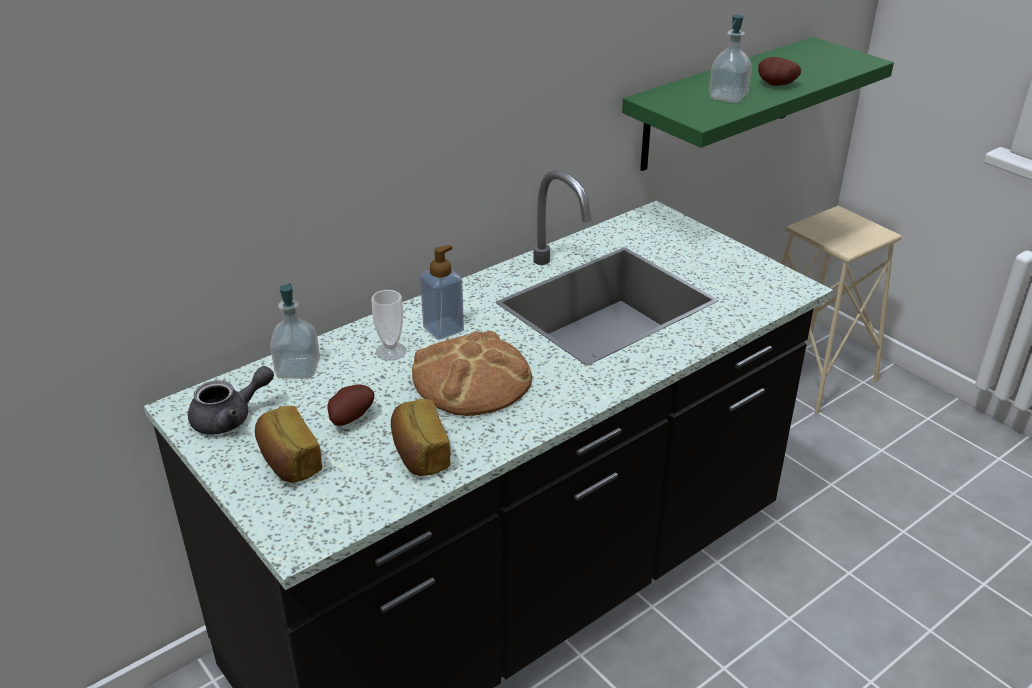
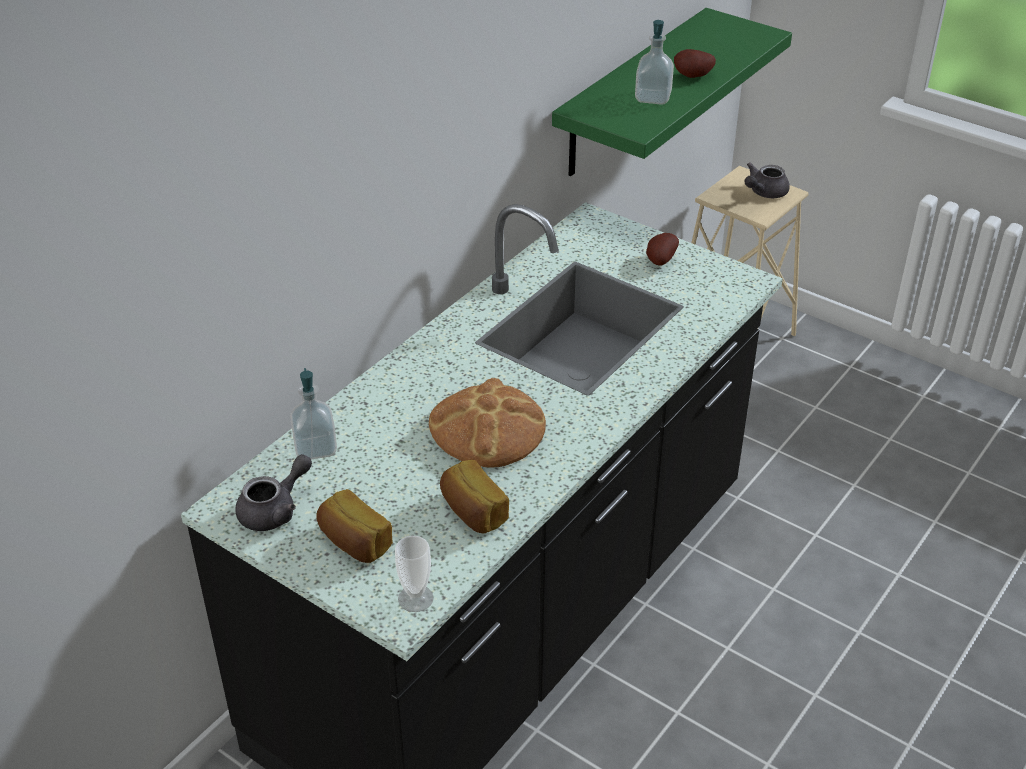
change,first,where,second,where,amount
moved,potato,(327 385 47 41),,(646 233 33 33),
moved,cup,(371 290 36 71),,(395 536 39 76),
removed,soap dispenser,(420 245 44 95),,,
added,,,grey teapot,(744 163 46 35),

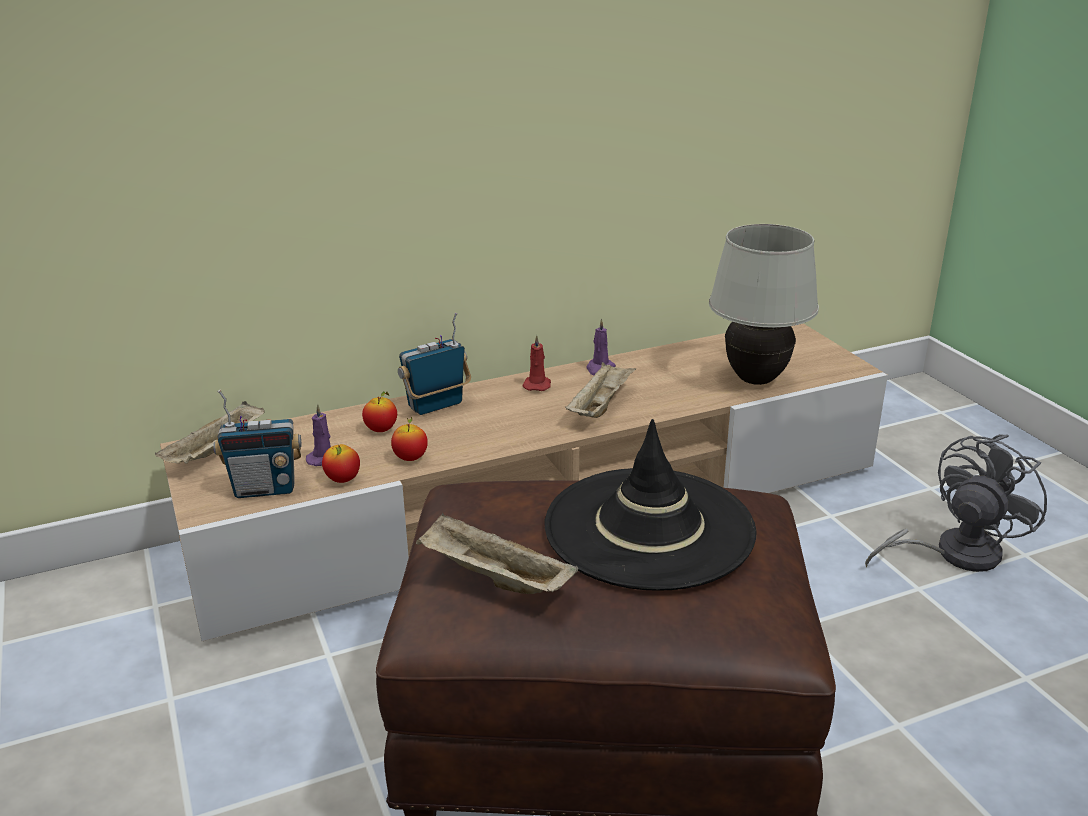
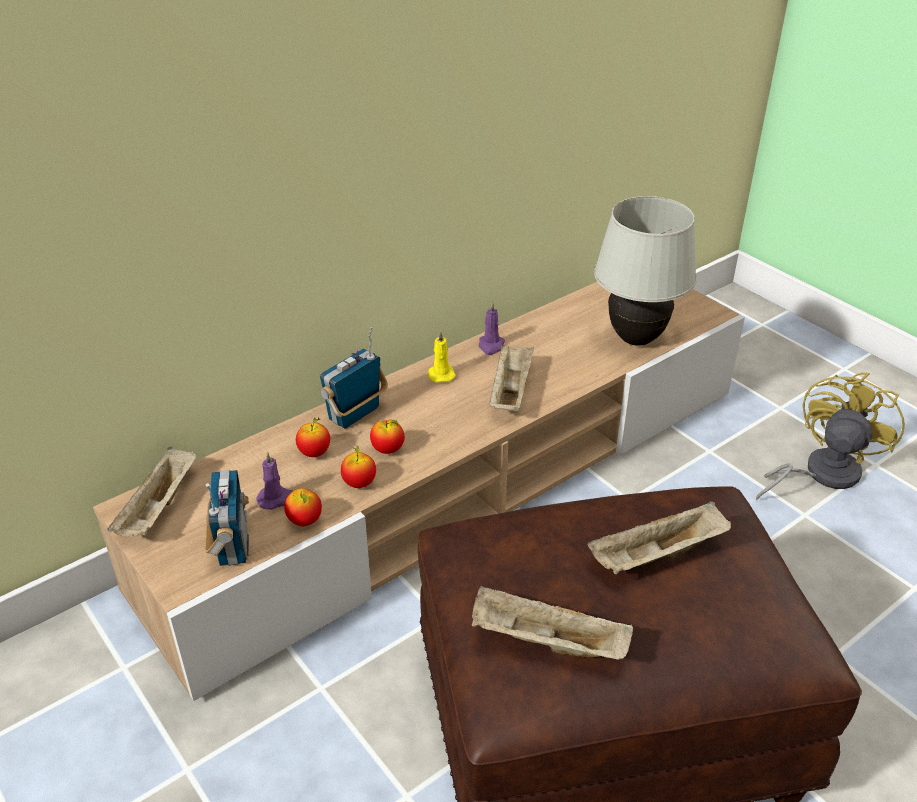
change,first,where,second,where,amount
turned,radio,(214 390 88 108),,(205 470 44 96),75 degrees counterclockwise
recoloured,red candle,(522 335 29 56),yellow candle,(428 331 28 52),
replaced,black hat,(545 419 212 172),beige tray,(588 501 143 73),
recoloured,grey fan,(865 434 182 138),yellow fan,(756 372 149 128),
added,,,apple,(370 420 35 34),

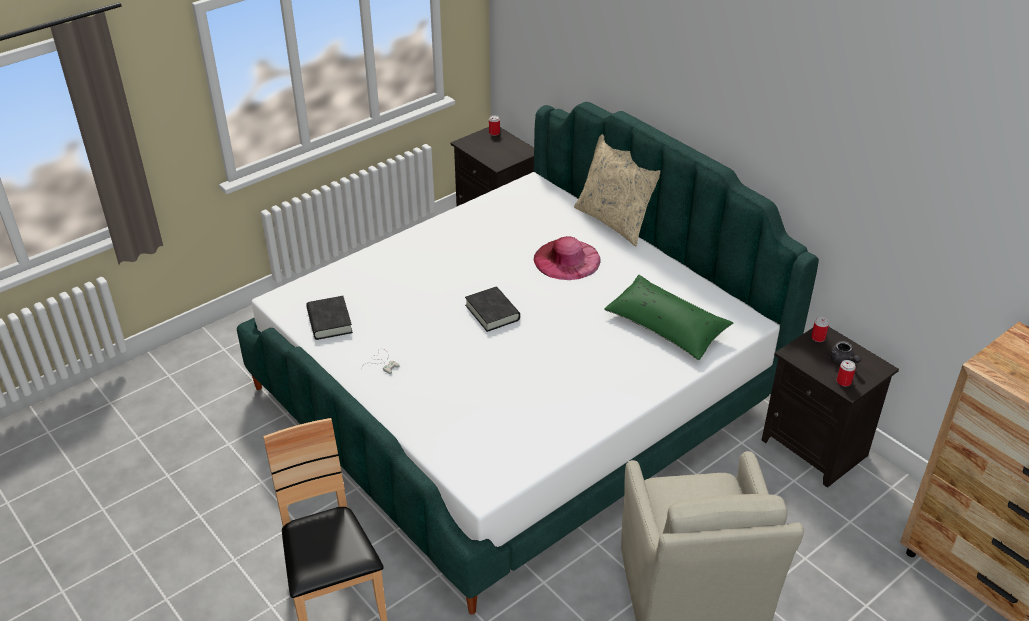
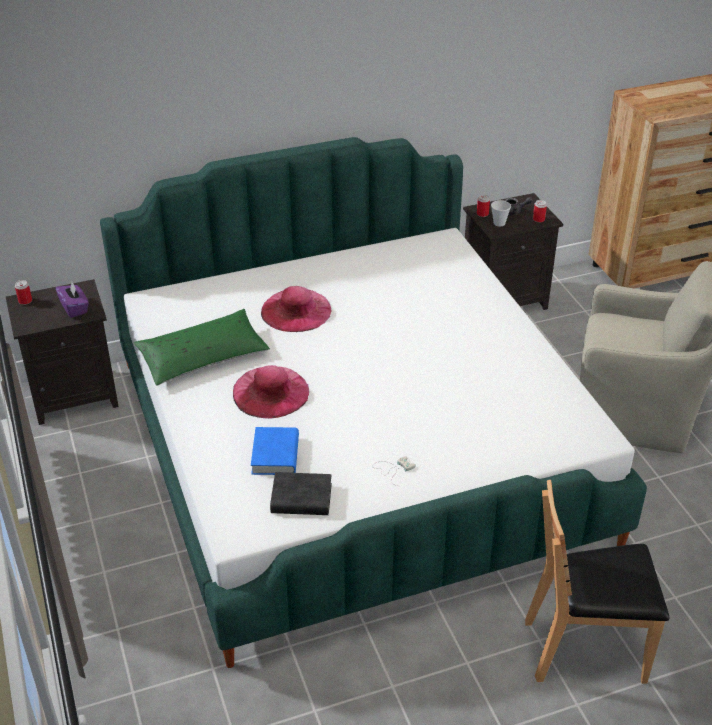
change,first,where,second,where,amount
removed,black book,(465 287 55 45),,,
removed,beige pillow,(574 134 86 112),,,
moved,green pillow,(604 275 129 85),,(133 309 137 77),
added,,,purple tissue box,(56 283 33 35),
added,,,pink hat,(233 365 76 54),
added,,,blue book,(251 427 48 48),
added,,,cup,(491 200 20 26),

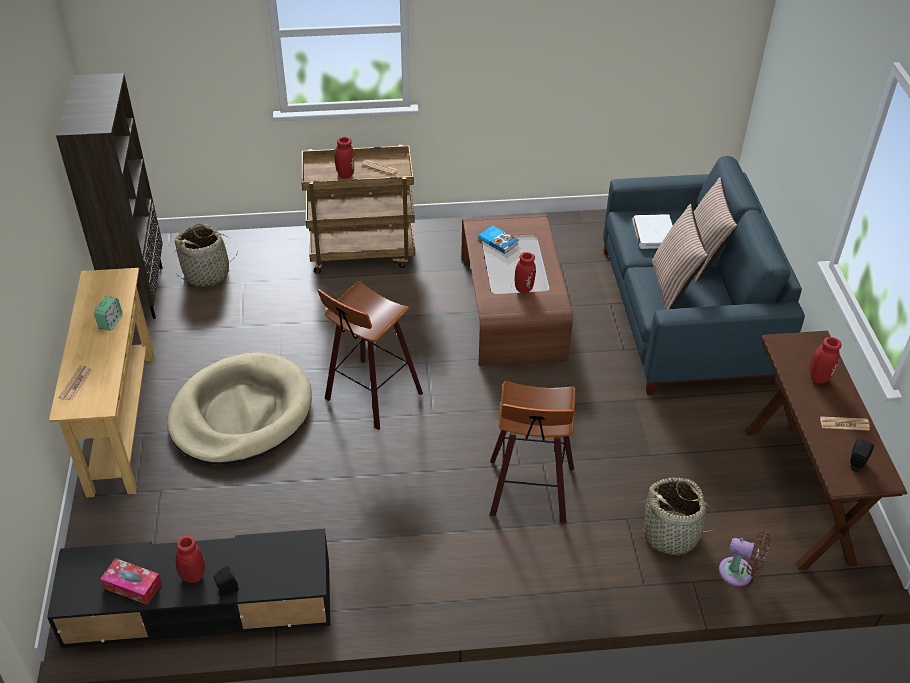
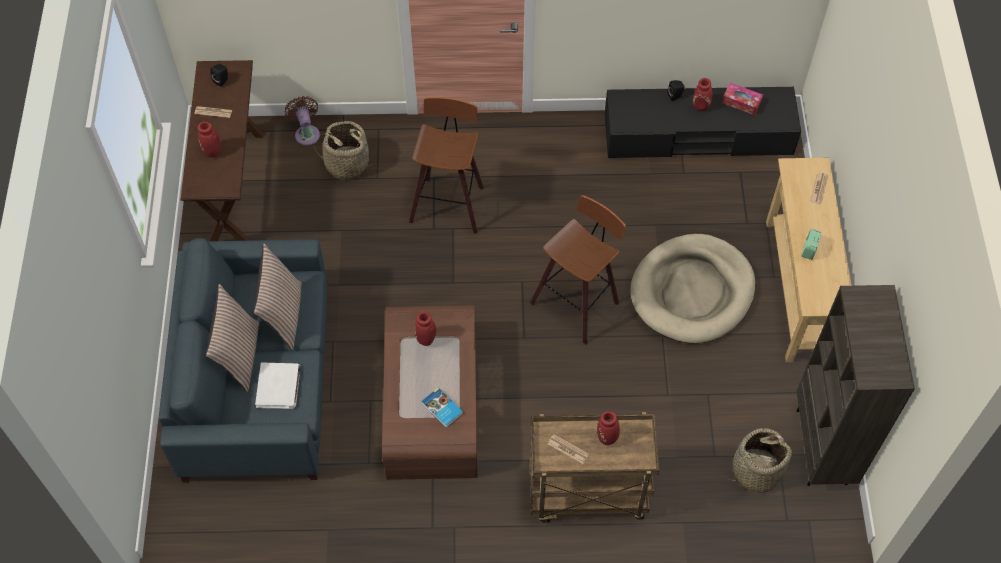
change,first,where,second,where,amount
turned,brown fan,(719 531 52 55),,(285 96 35 50),45 degrees clockwise

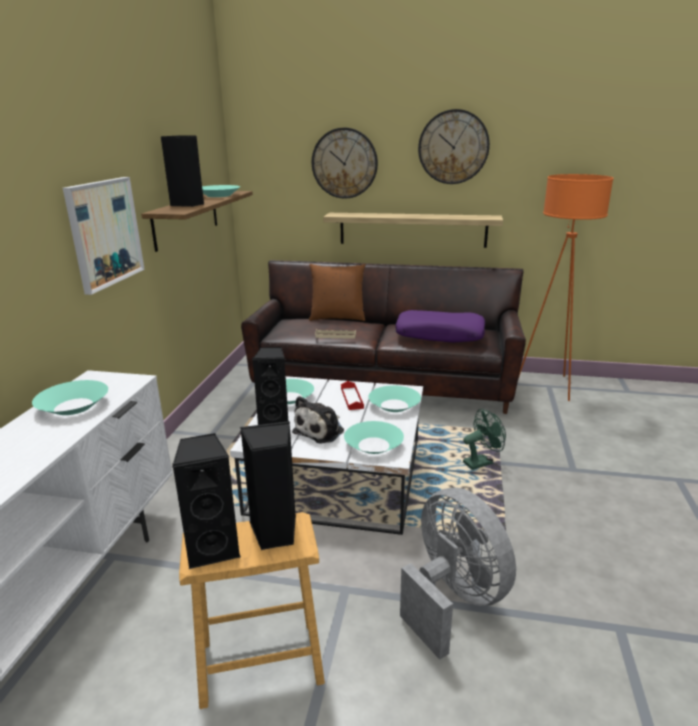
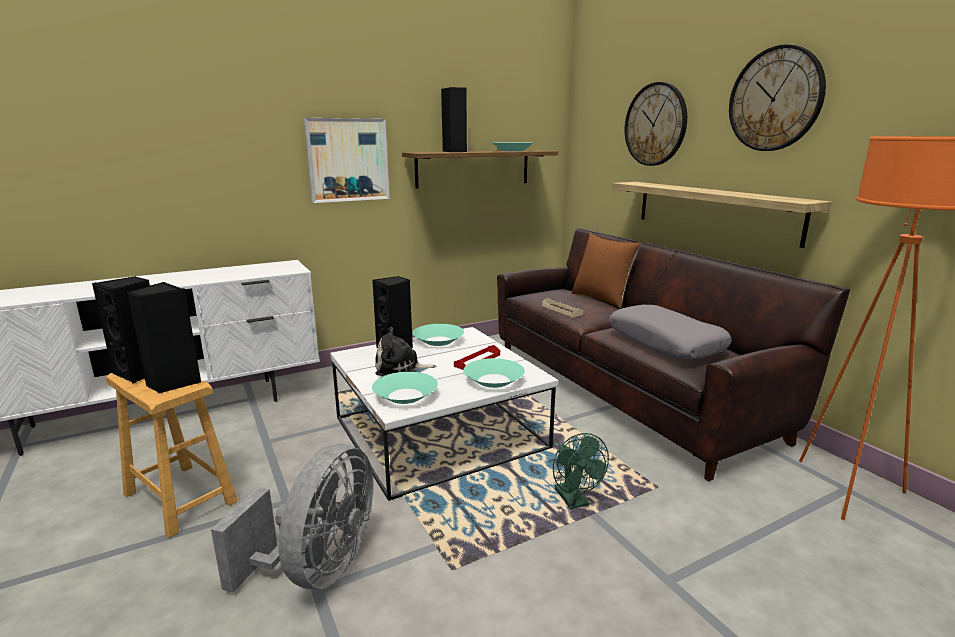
change,first,where,second,where,amount
removed,turquoise bowl,(32 380 76 35),,,
recoloured,purple pillow,(395 310 90 33),grey pillow,(609 305 123 54),
turned,green fan,(463 409 43 61),,(553 433 56 76),45 degrees clockwise

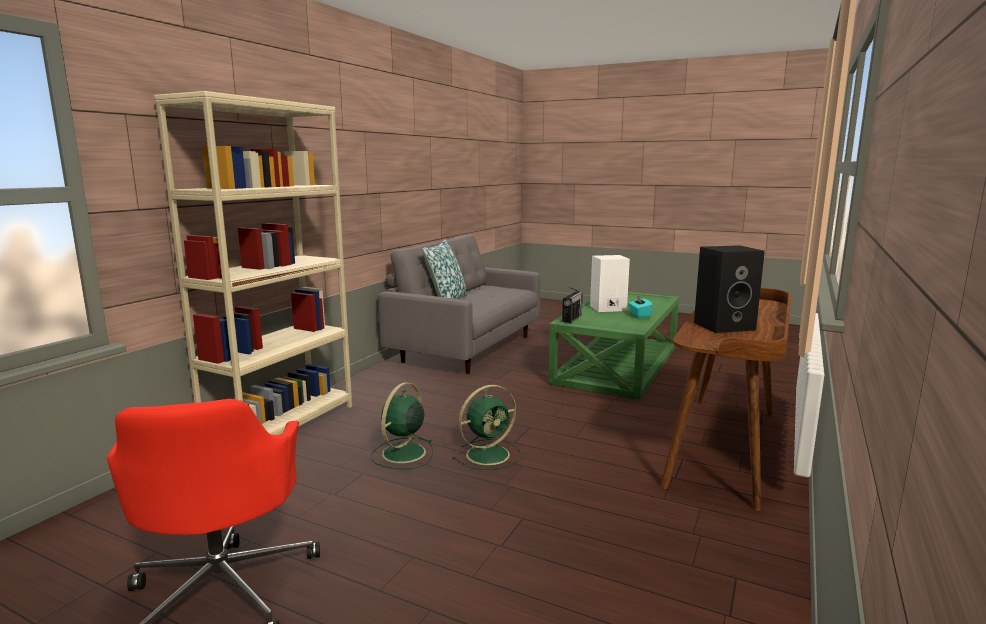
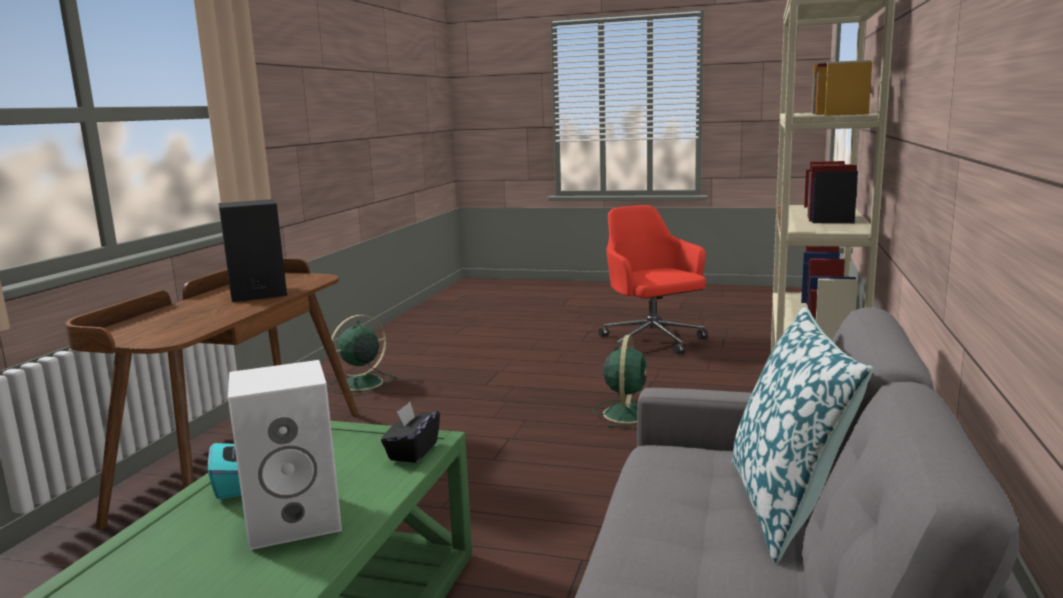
change,first,where,second,where,amount
moved,green fan,(453 385 68 85),,(330 315 66 81),
replaced,radio,(562 287 21 36),black tissue box,(381 402 59 61),

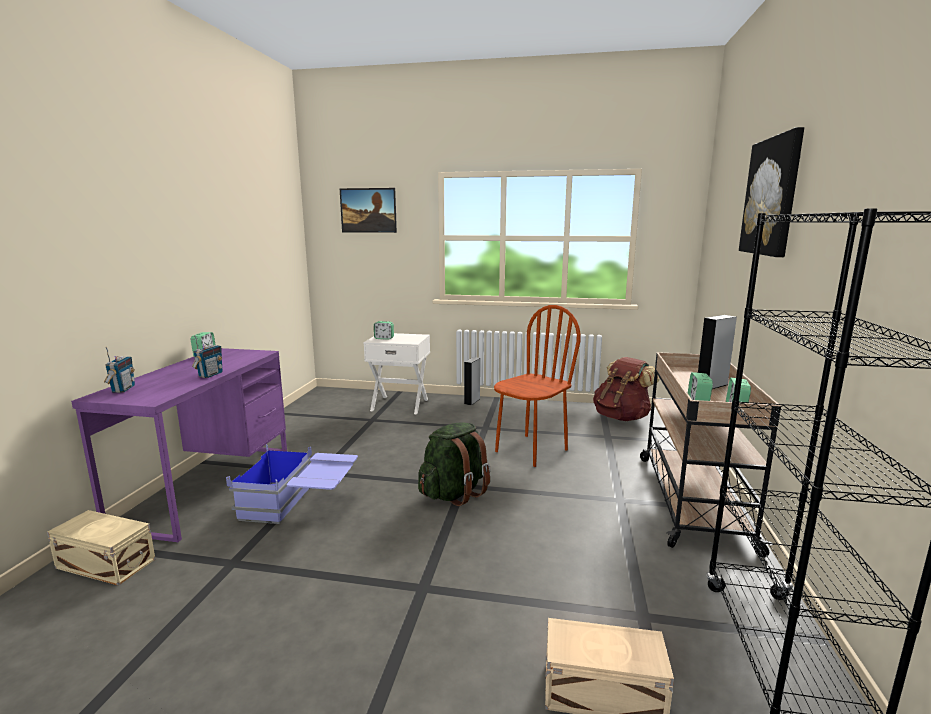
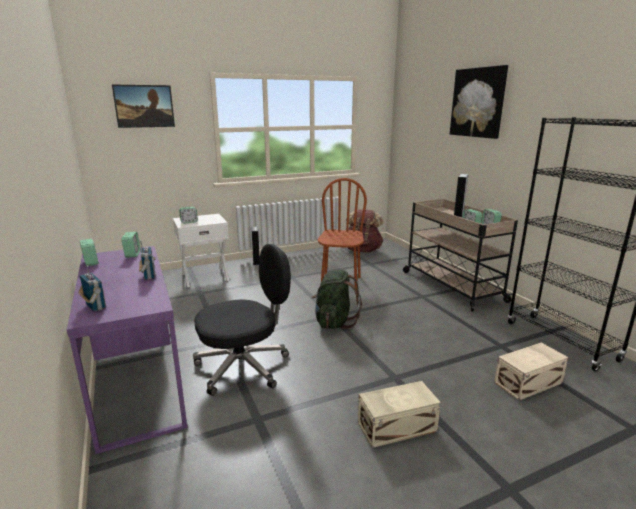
change,first,where,second,where,amount
moved,beige storage box,(47 510 108 76),,(358 381 83 67),
replaced,blue storage box,(226 444 132 80),black office chair,(193 244 98 152),
added,,,alarm clock,(122 232 19 26),

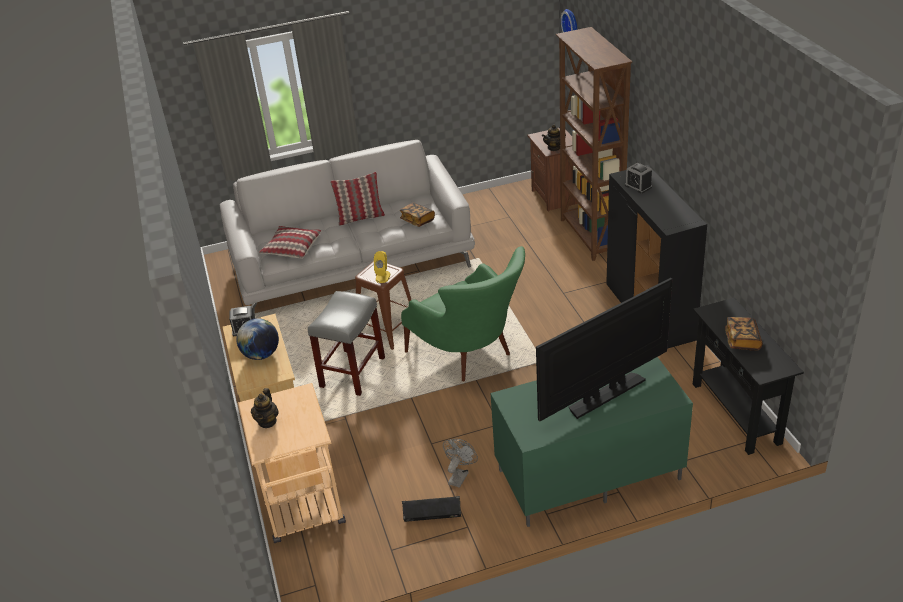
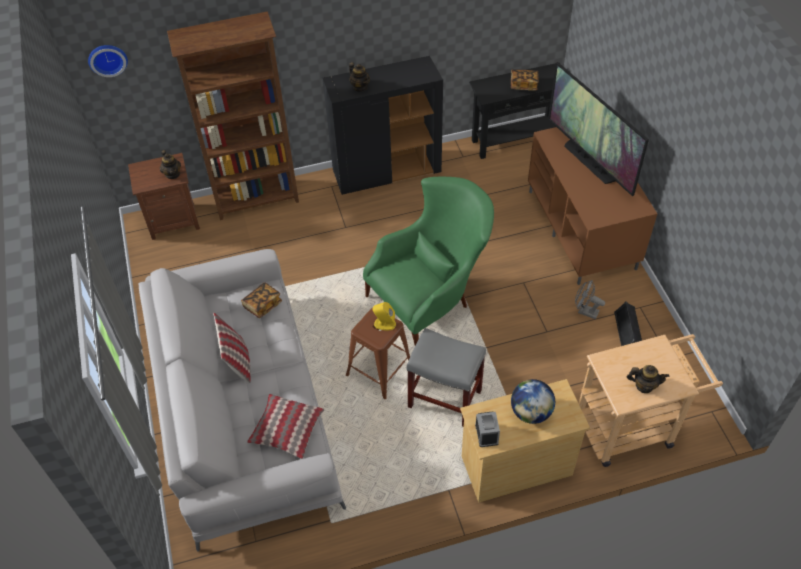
change,first,where,second,where,amount
recoloured,green tv stand,(490 357 203 170),brown tv stand,(528 127 129 158),
replaced,alarm clock,(625 162 27 32),teapot,(349 62 21 30),

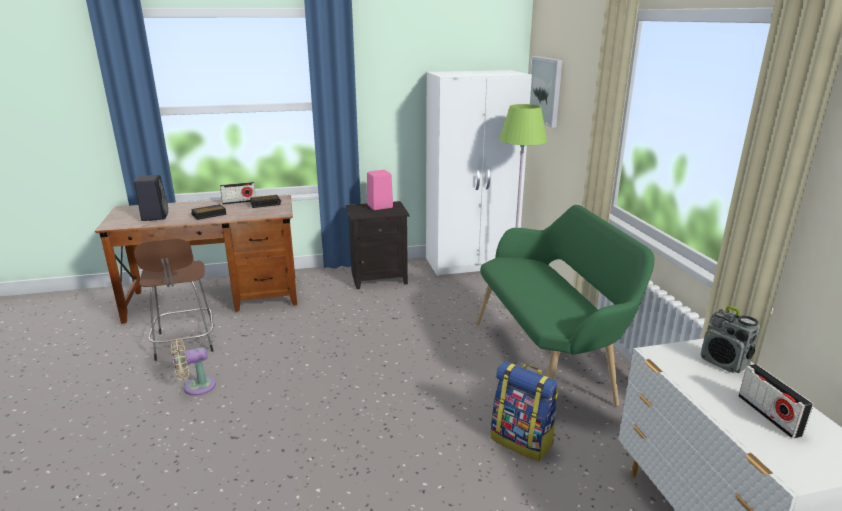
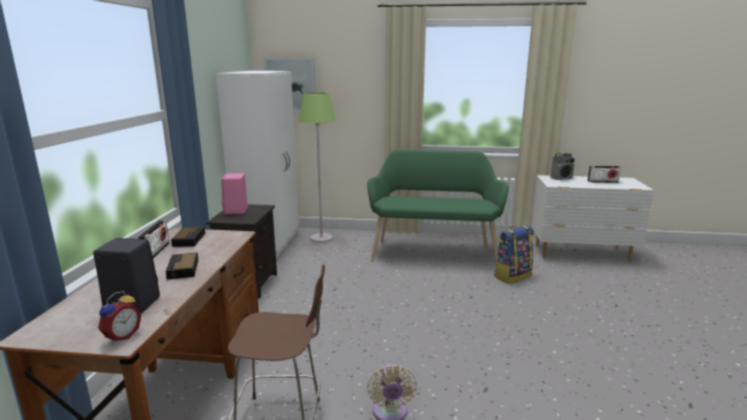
change,first,where,second,where,amount
added,,,alarm clock,(98 291 43 53),

